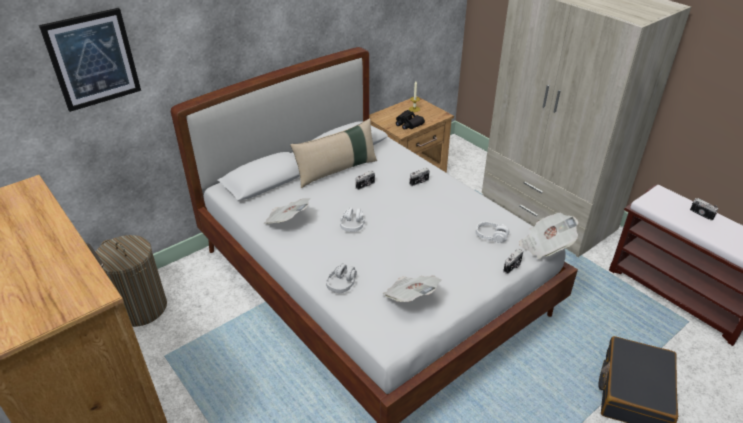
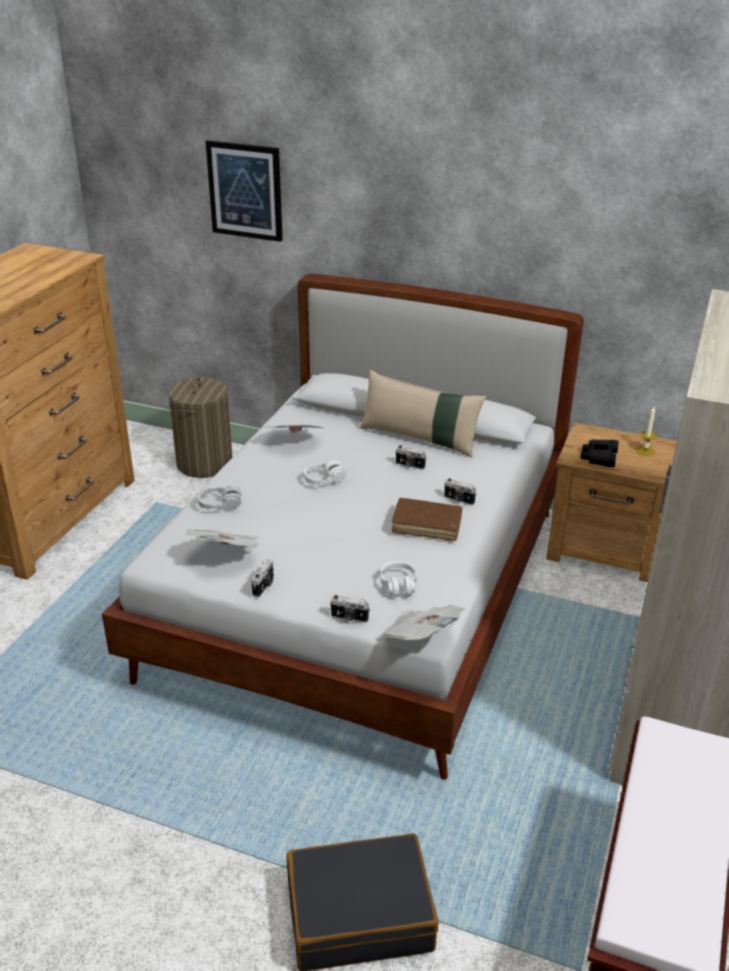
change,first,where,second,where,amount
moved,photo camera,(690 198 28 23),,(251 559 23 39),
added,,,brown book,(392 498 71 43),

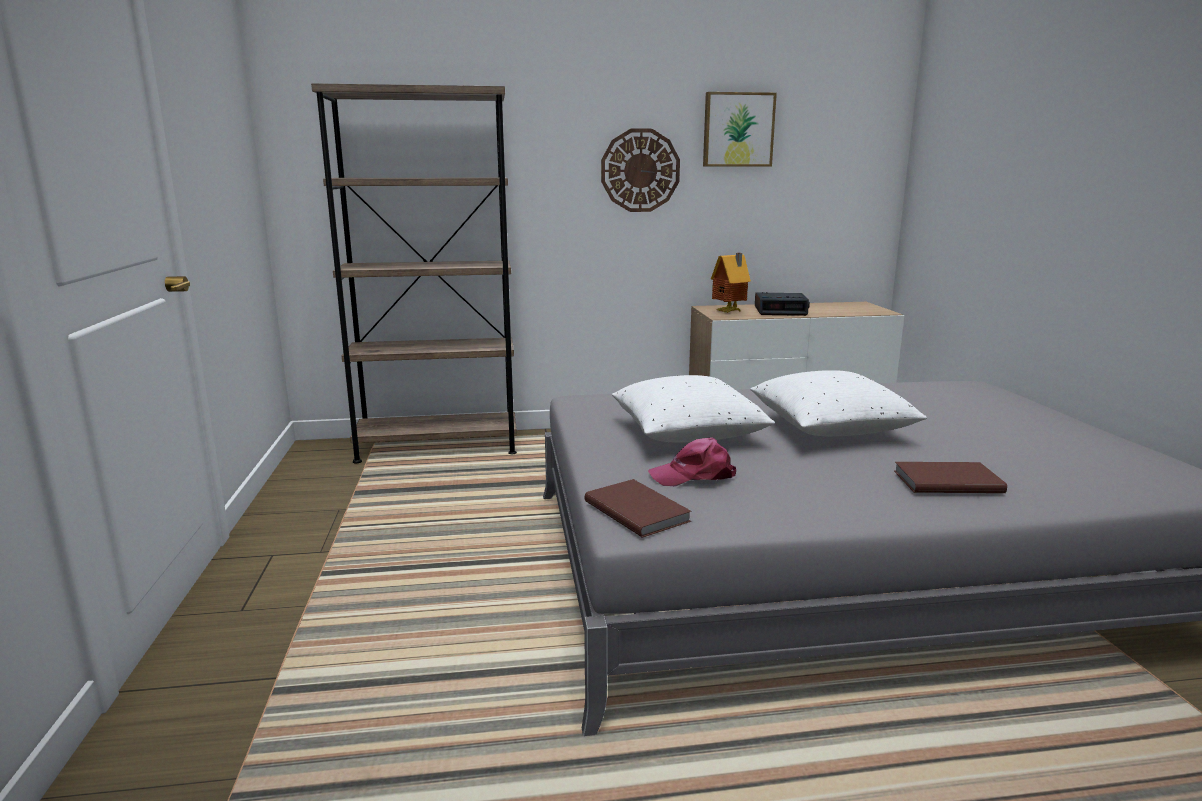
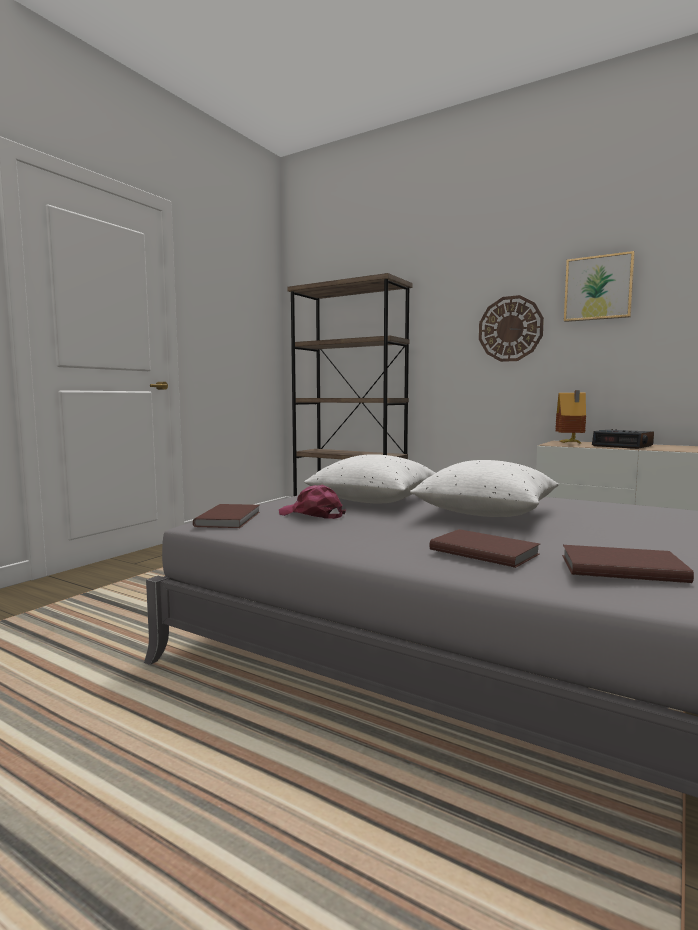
change,first,where,second,where,amount
added,,,brown book,(562 545 132 38),

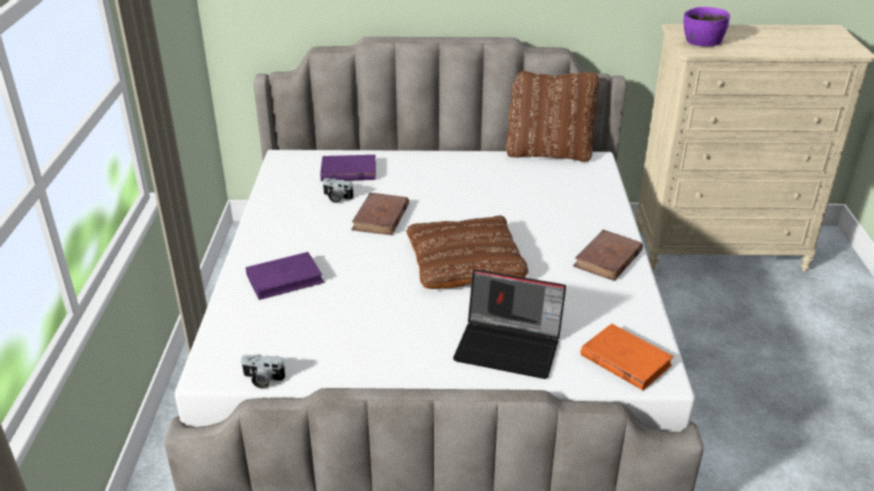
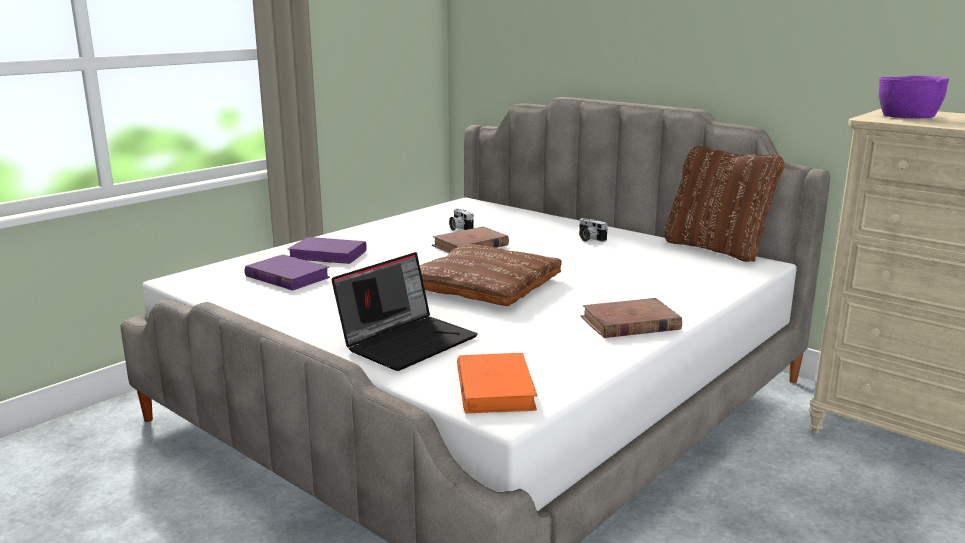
change,first,where,second,where,amount
moved,photo camera,(241 354 44 35),,(579 218 29 24),
moved,purple book,(320 155 56 26),,(245 254 85 36),
turned,laptop,(453 269 113 110),,(332 252 146 119),105 degrees counterclockwise

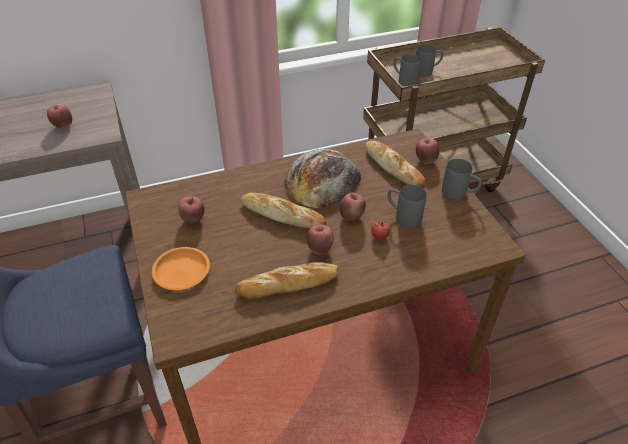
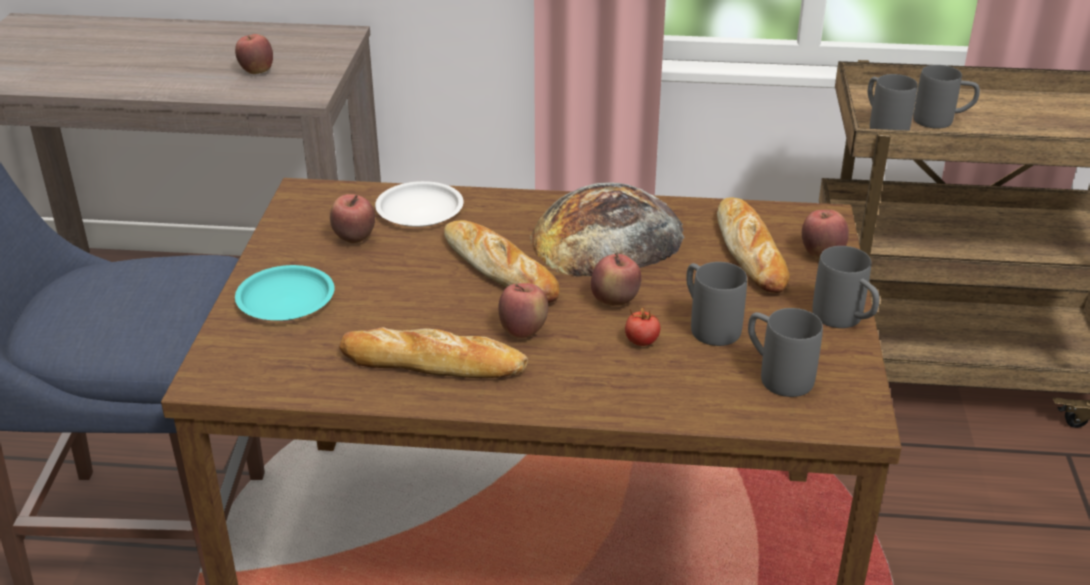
change,first,where,second,where,amount
recoloured,orange plate,(152 247 58 43),turquoise plate,(235 265 99 56),
added,,,white plate,(375 181 89 46),
added,,,grey mug,(748 308 75 89),

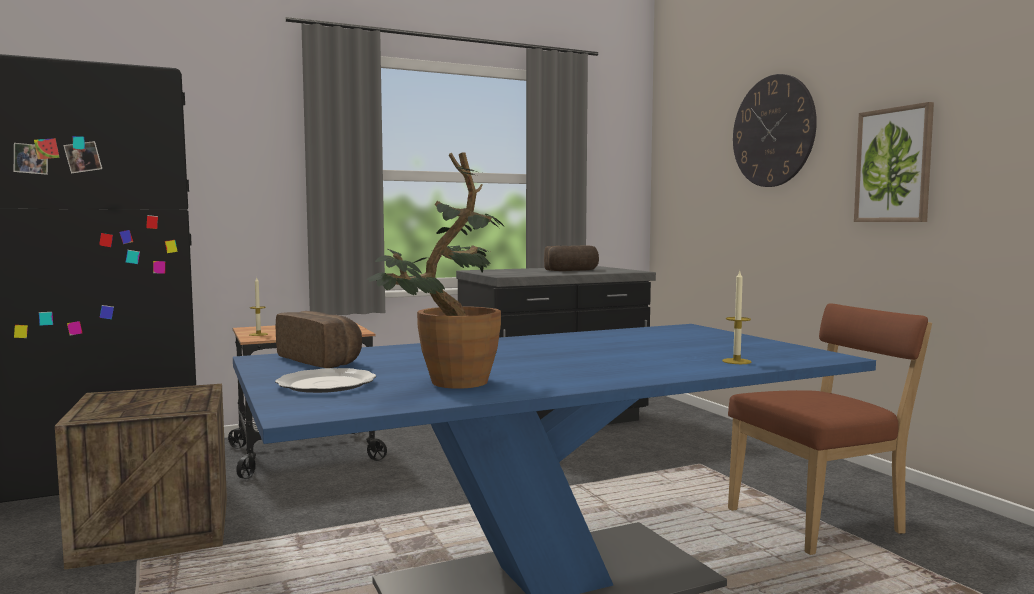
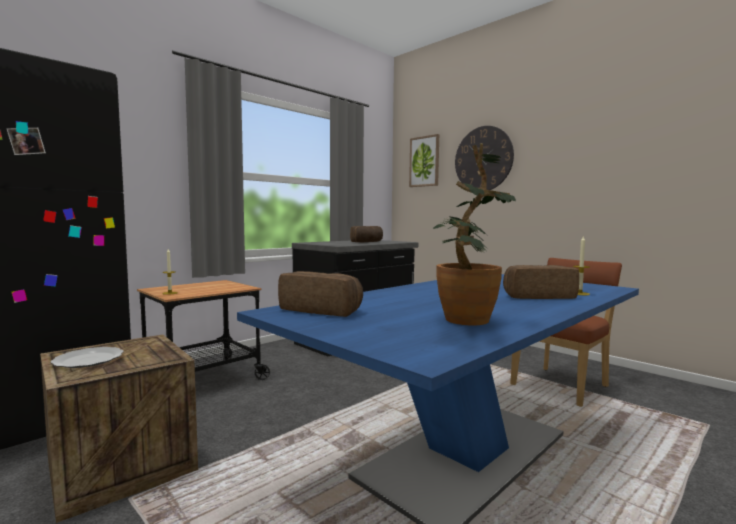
change,first,where,second,where,amount
moved,plate,(275 368 101 25),,(51 347 73 21),
moved,picture,(854 102 80 120),,(409 134 30 53),
added,,,bread,(503 265 76 34),

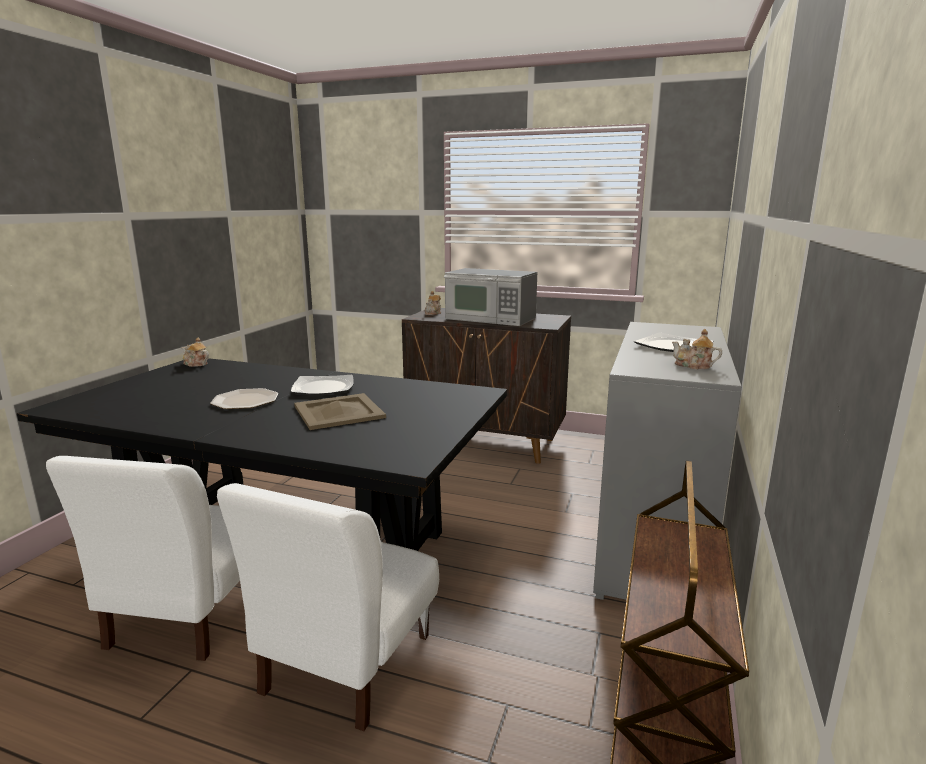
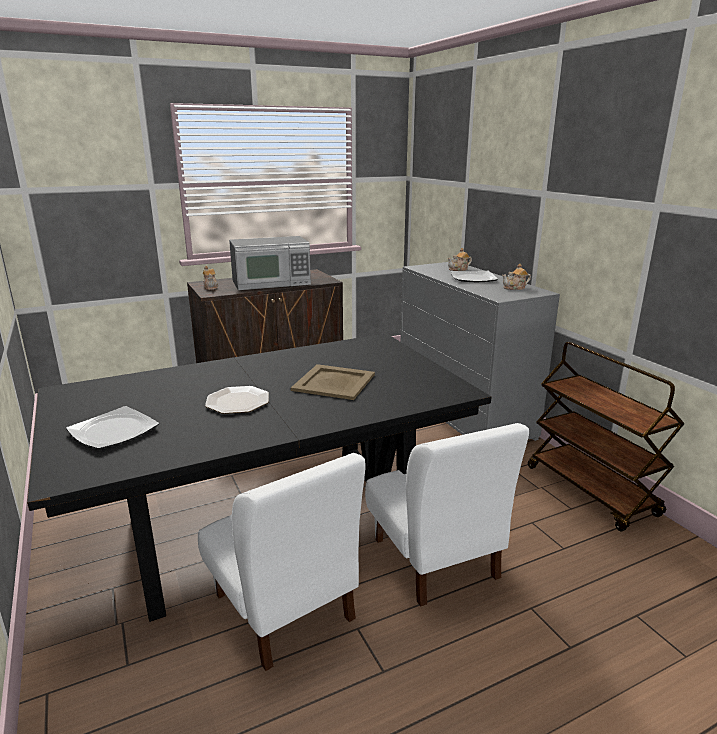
change,first,where,second,where,amount
moved,teapot,(182 338 27 29),,(447 248 25 23),
moved,plate,(291 375 63 20),,(66 406 93 43),

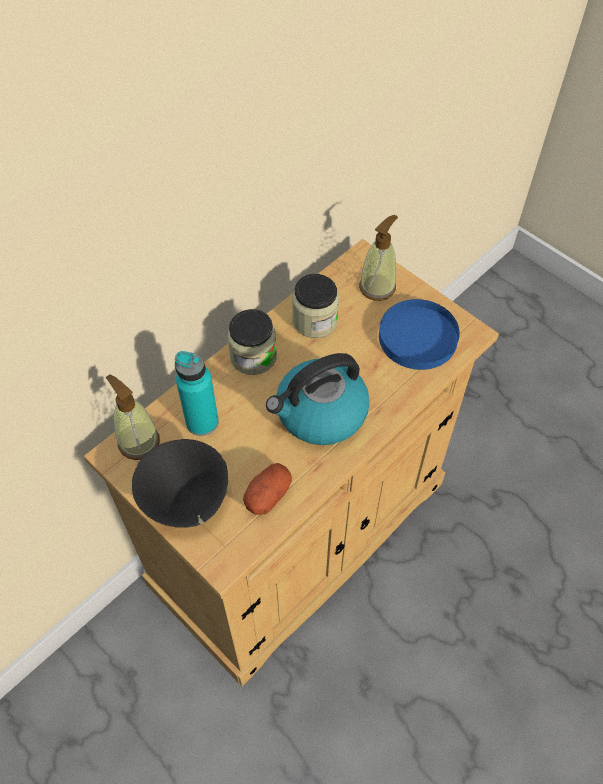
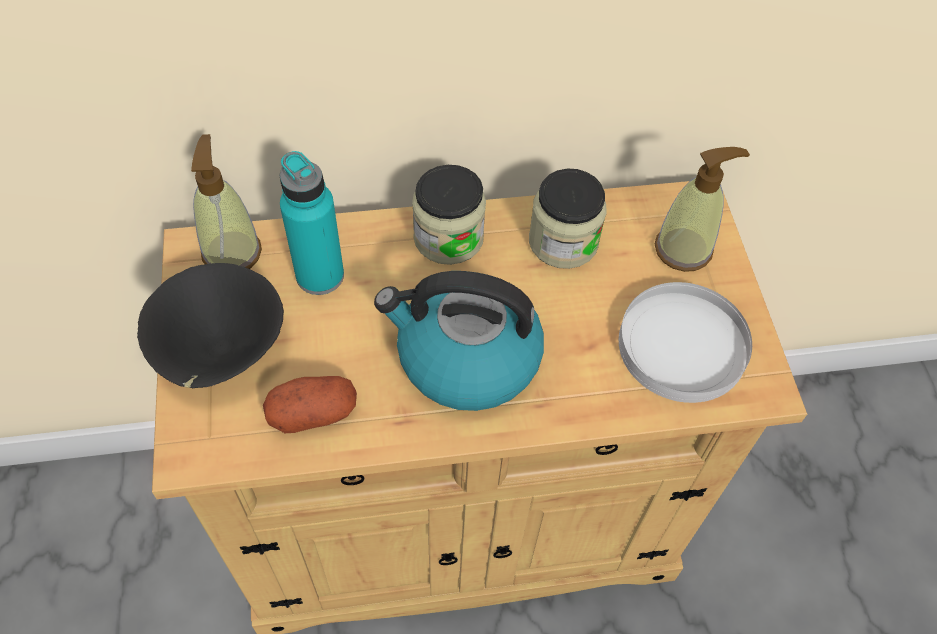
change,first,where,second,where,amount
recoloured,blue plate,(379 299 81 71),white plate,(619 282 133 121),

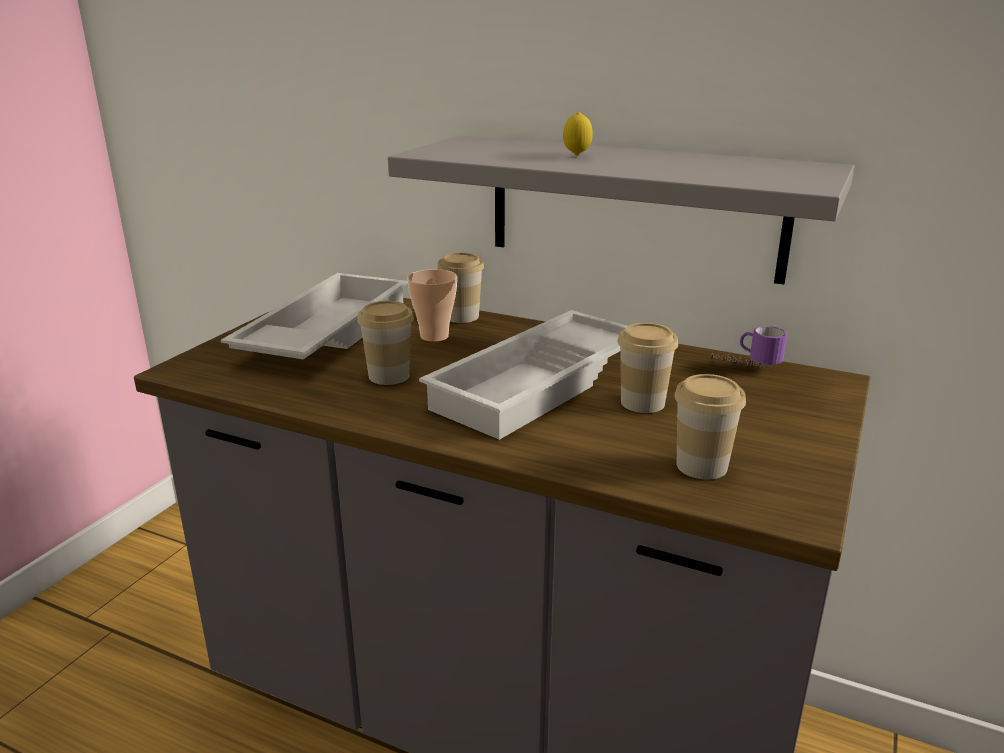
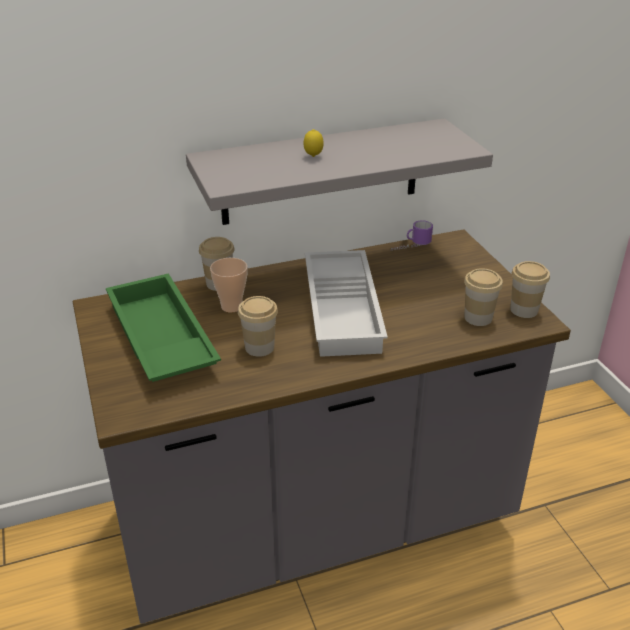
change,first,where,second,where,amount
recoloured,white tray,(221 273 187 86),green tray,(106 273 115 109),
moved,cup,(617 323 61 90),,(510 261 40 57),

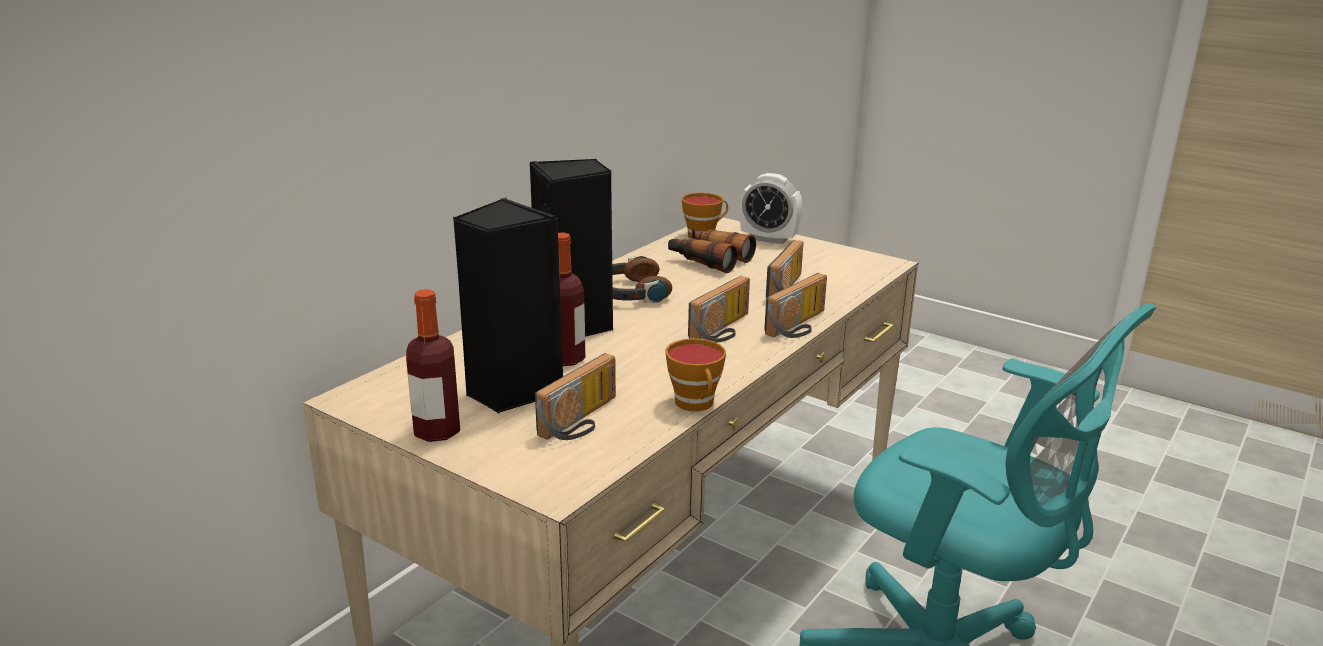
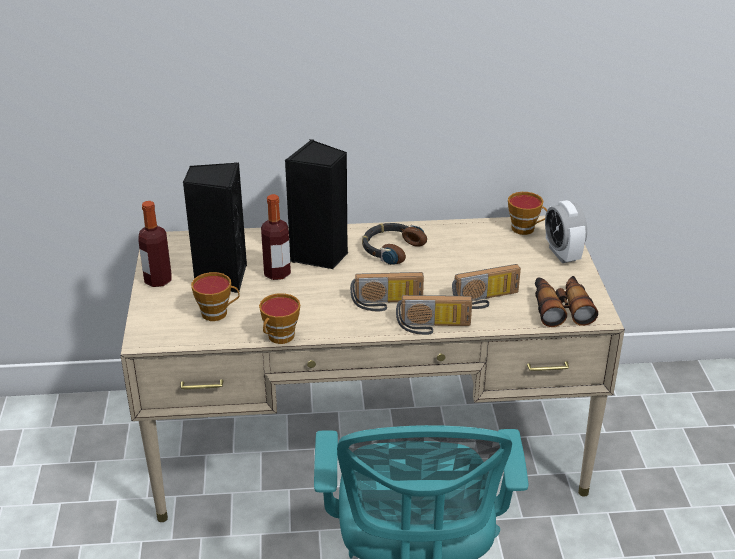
change,first,where,second,where,amount
replaced,radio,(535 353 81 87),cup,(191 272 49 49),
moved,binoculars,(668 229 88 44),,(535 276 63 51),

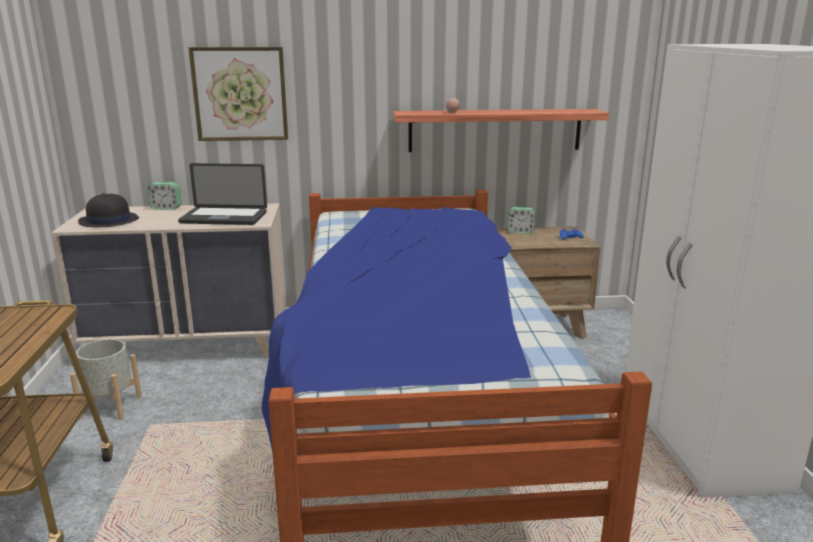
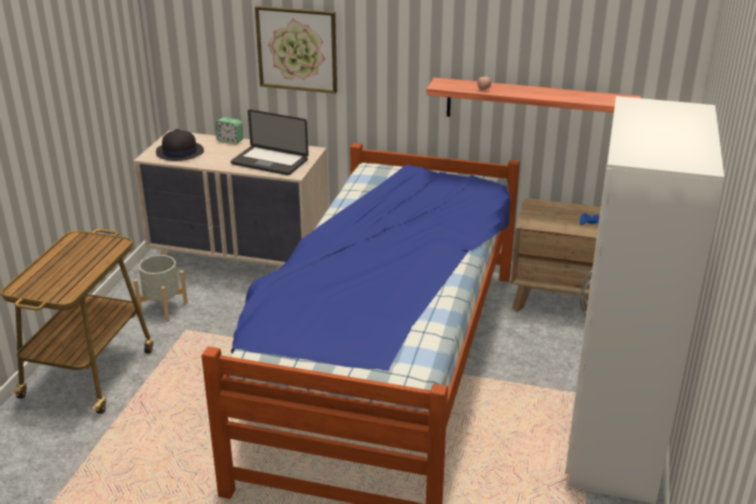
change,first,where,second,where,amount
removed,alarm clock,(508 207 27 26),,,

